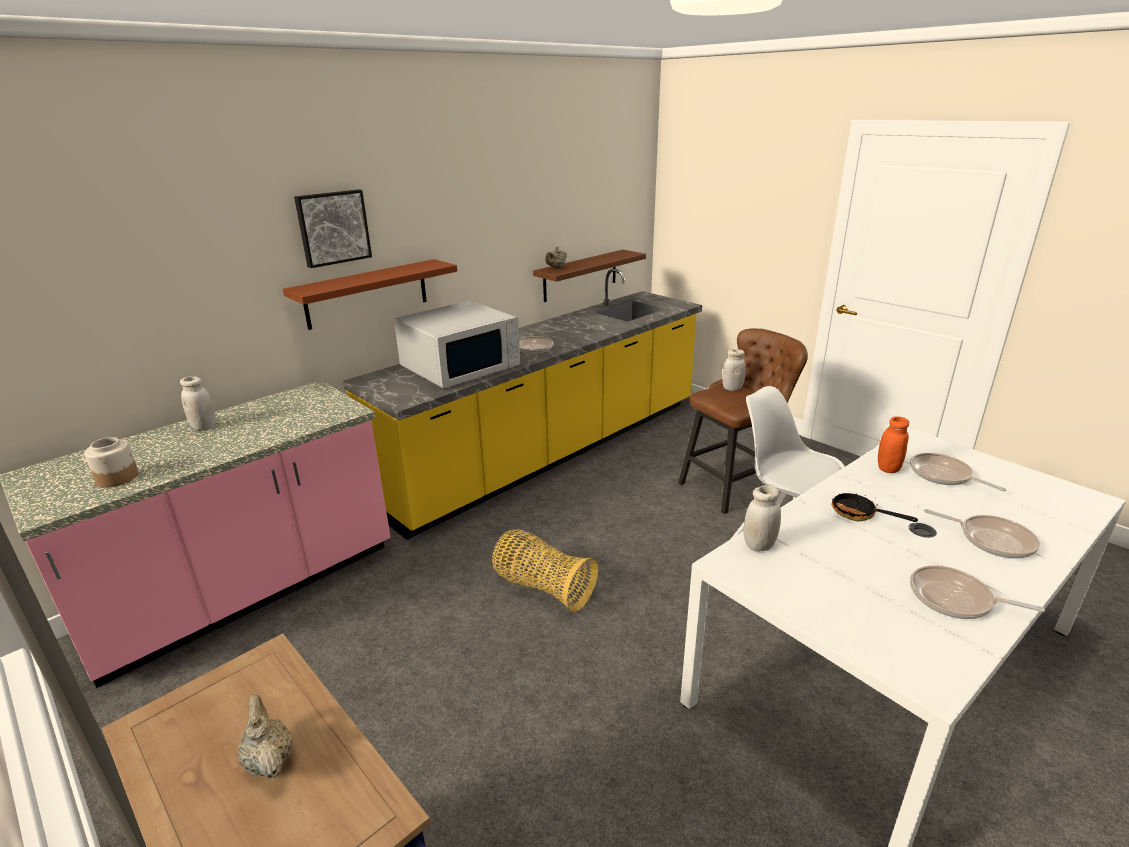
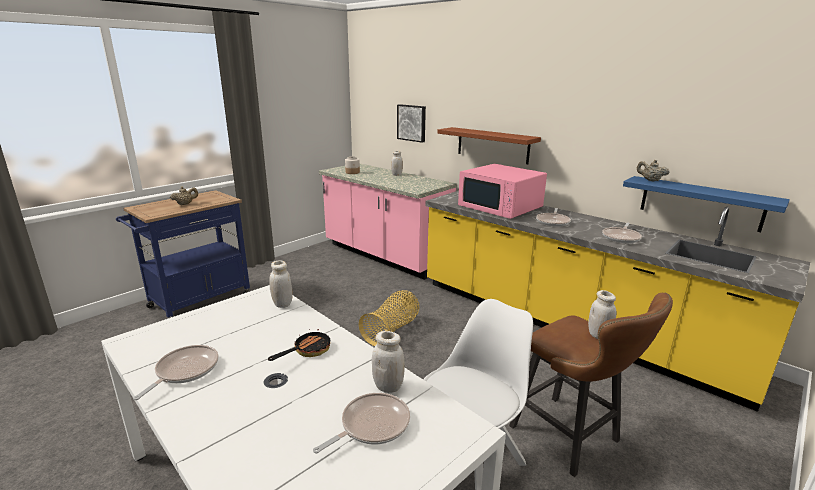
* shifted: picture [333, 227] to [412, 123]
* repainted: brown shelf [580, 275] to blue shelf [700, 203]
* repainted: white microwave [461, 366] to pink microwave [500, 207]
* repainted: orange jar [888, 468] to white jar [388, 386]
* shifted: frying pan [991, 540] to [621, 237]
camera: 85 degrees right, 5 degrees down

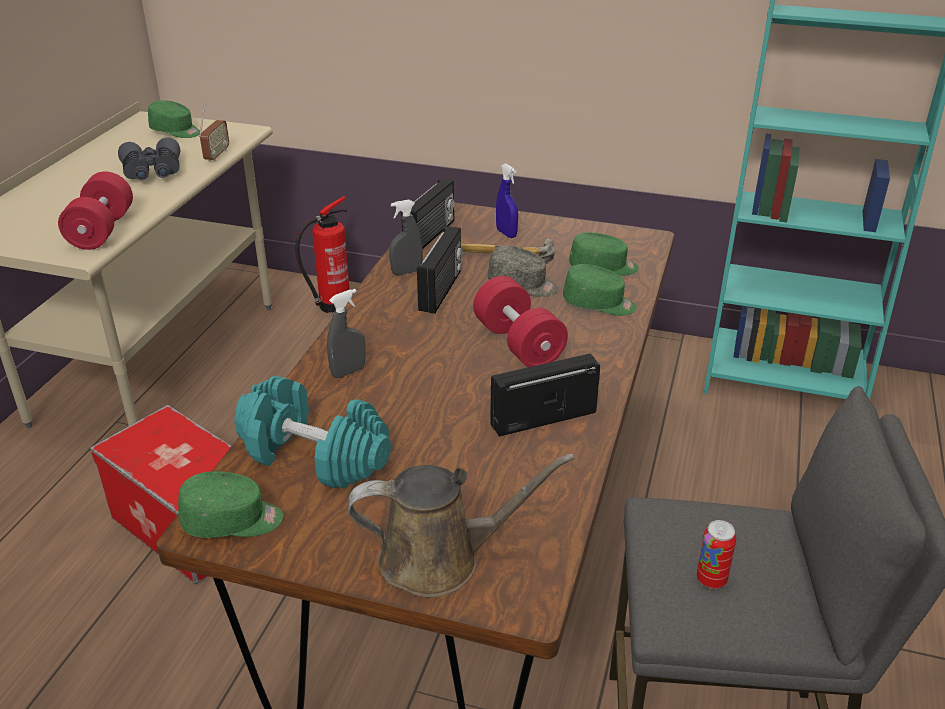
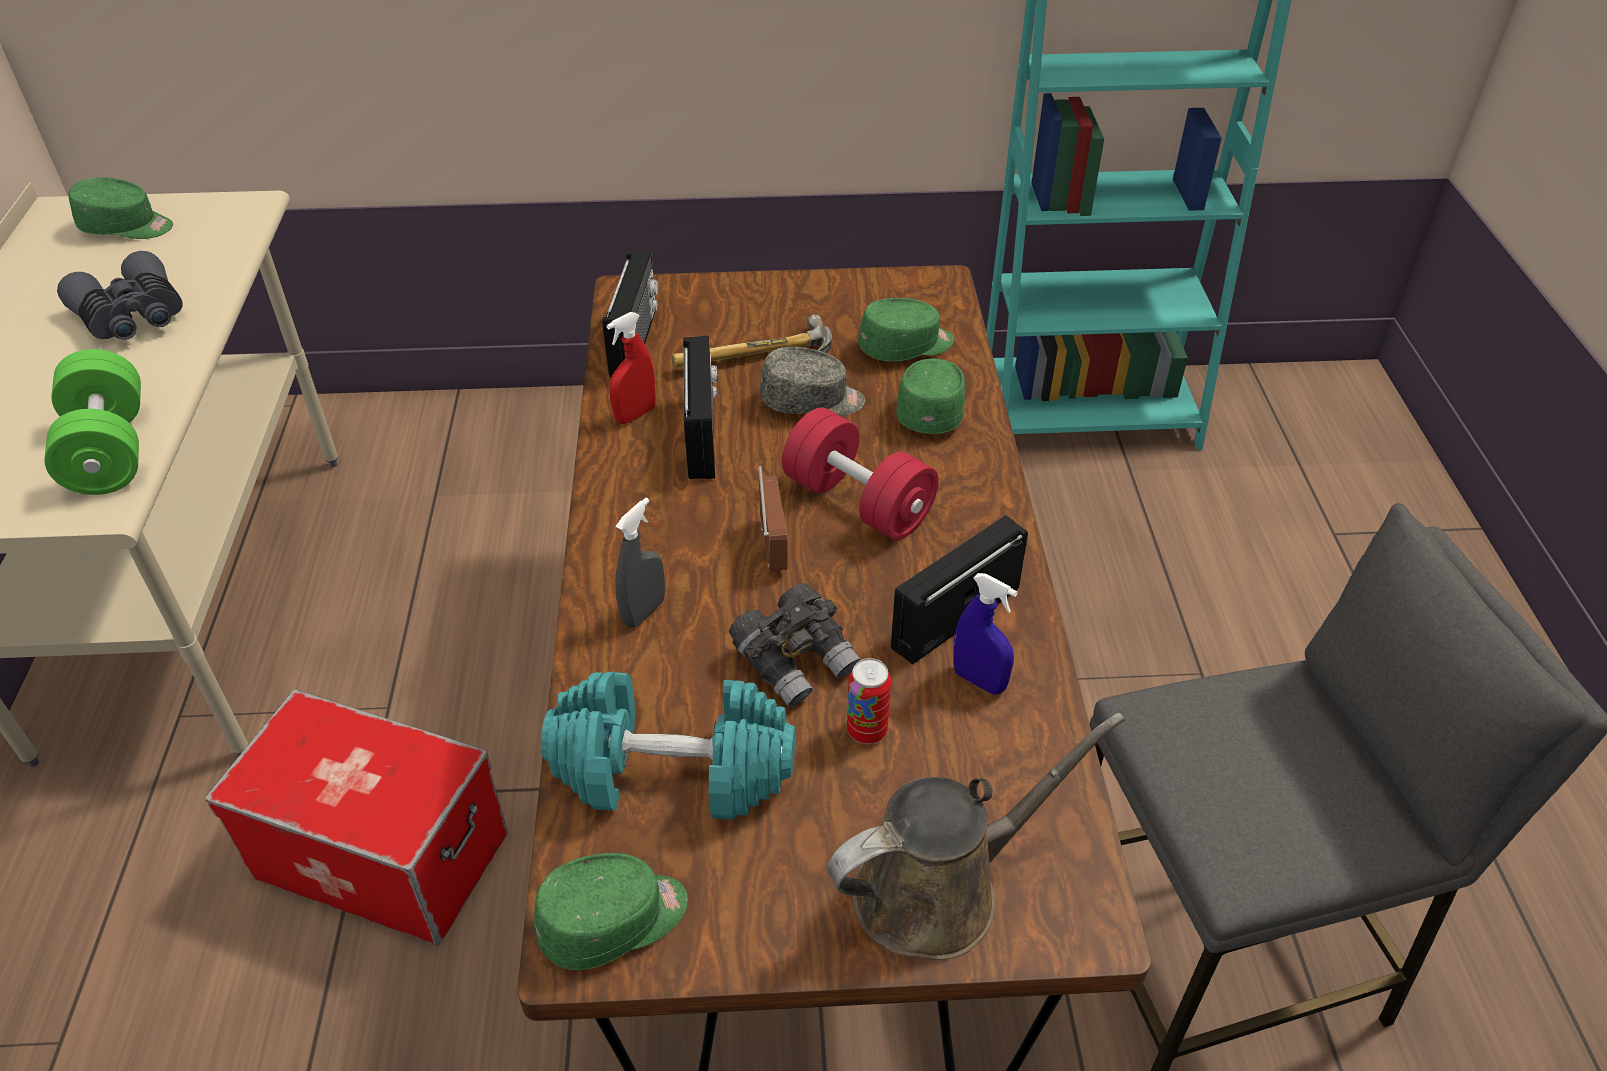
* shifted: radio [216, 155] to [772, 547]
* shifted: blue spray bottle [506, 233] to [979, 680]
* repainted: red dumbbell [101, 230] to green dumbbell [109, 450]
* gone: fire extinguisher [332, 306]
* repainted: grey spray bottle [406, 272] to red spray bottle [635, 415]
* rotated: green cap [599, 304] = [931, 408] 75 degrees counterclockwise
* shifted: can [711, 580] to [867, 731]
* new: grey binoculars [796, 661]
camera: 20 degrees left, 10 degrees up

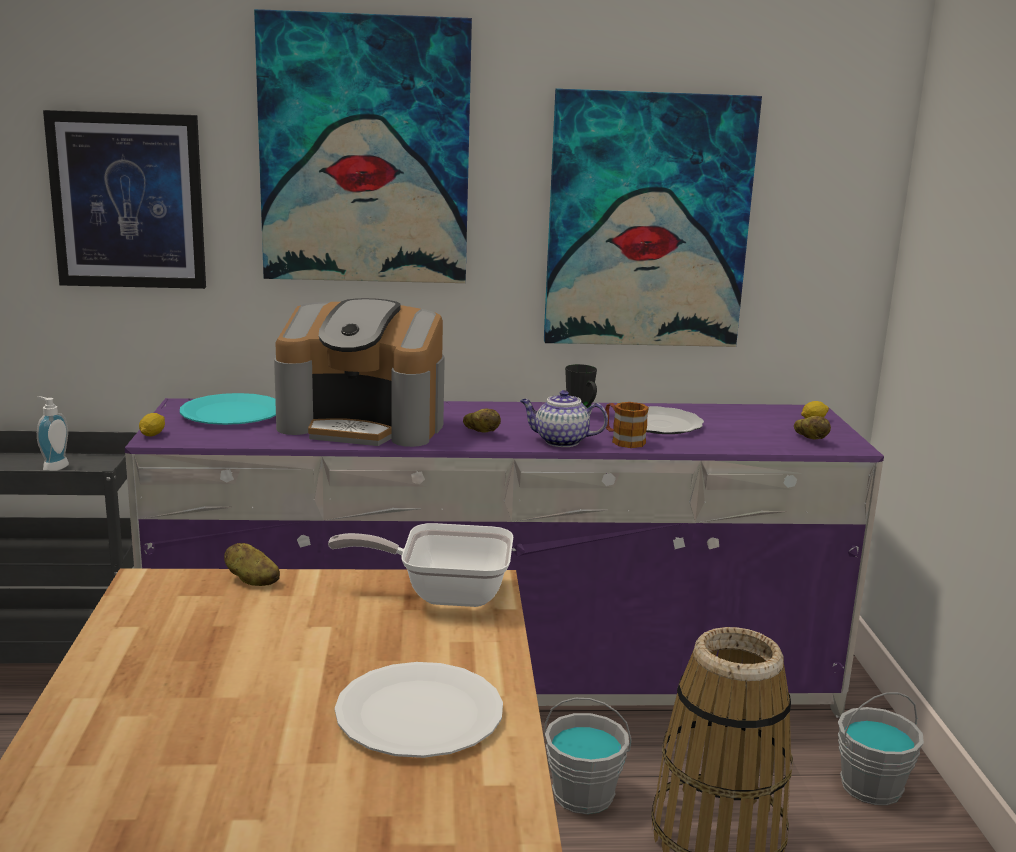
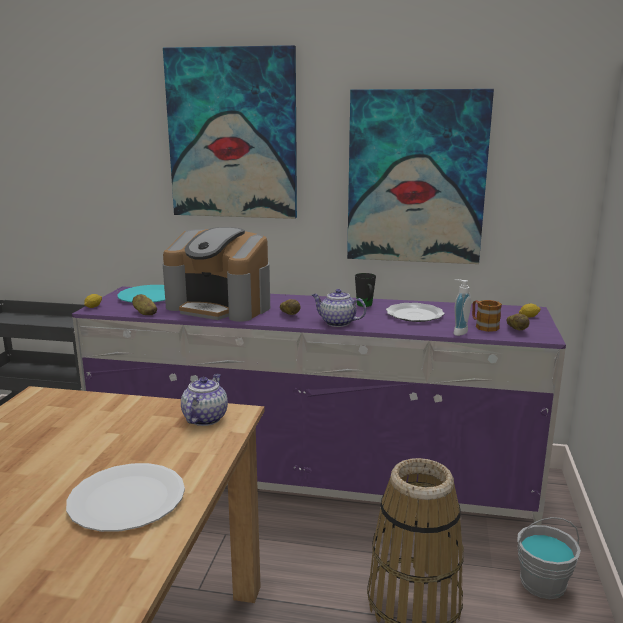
* gone: picture [128, 201]
* shifted: soap dispenser [53, 467] to [458, 332]
* shifted: mug [623, 440] to [483, 326]
* swapped: frying pan [443, 593] to teapot [205, 418]
* shifted: potato [251, 580] to [145, 313]
* gone: grey bucket [583, 794]
camera: 15 degrees right, 0 degrees up

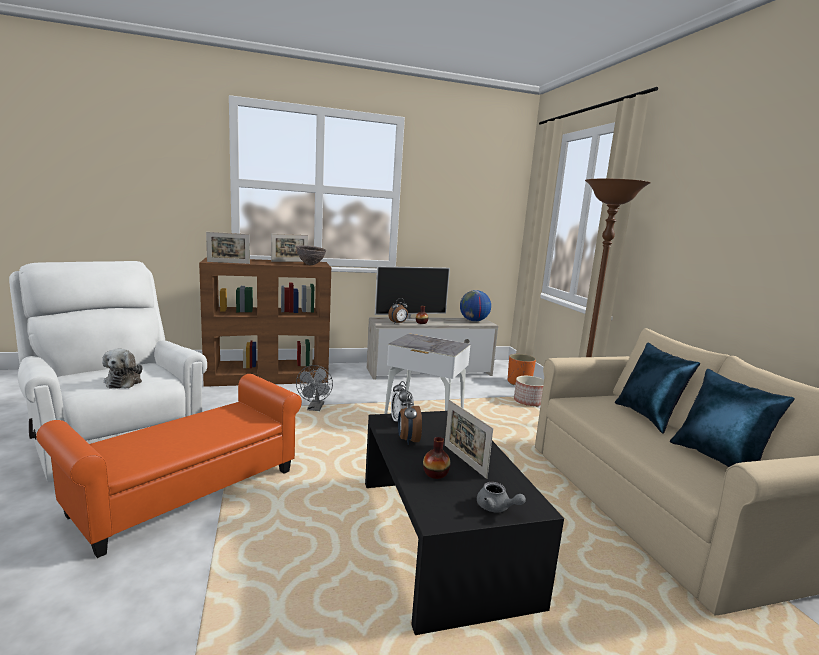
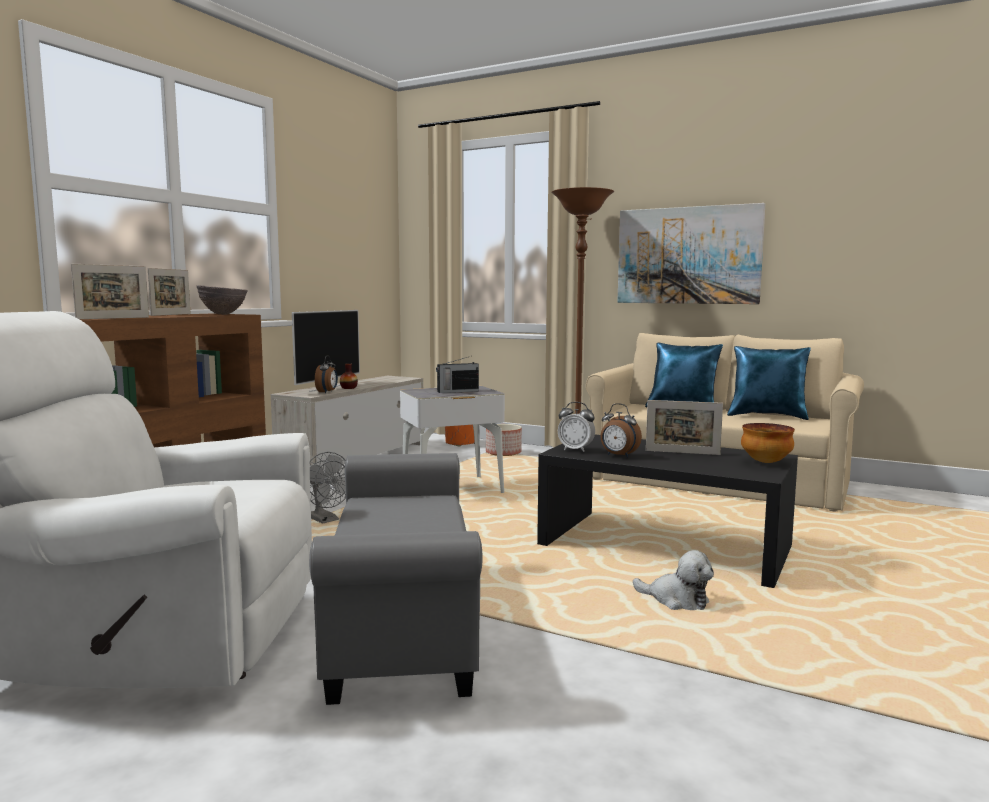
* gone: globe [473, 321]
* shifted: plush toy [124, 381] to [676, 601]
* repainted: orange ottoman [188, 491] to grey ottoman [401, 622]
* gone: vase [435, 473]
* swapped: grey teapot [496, 508] to bowl [766, 462]
* new: picture [688, 255]
* new: radio [457, 391]
camera: 45 degrees left, 5 degrees down

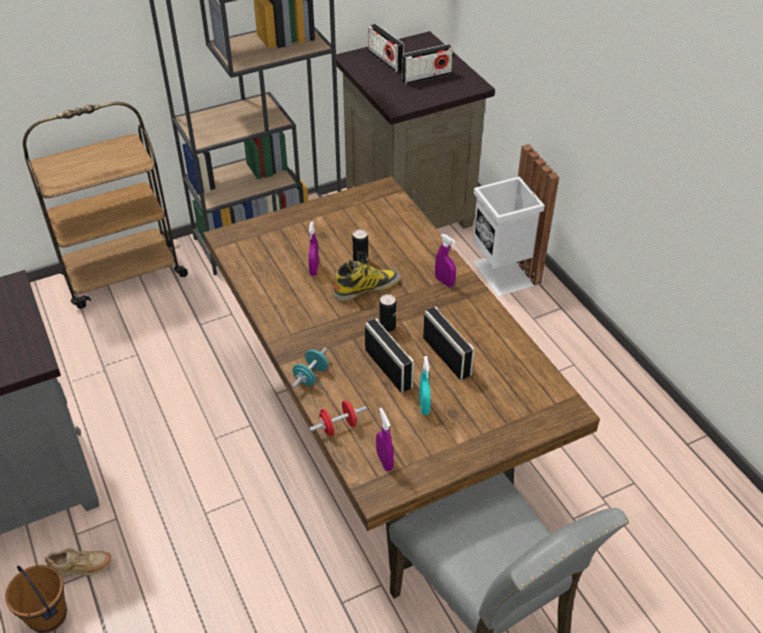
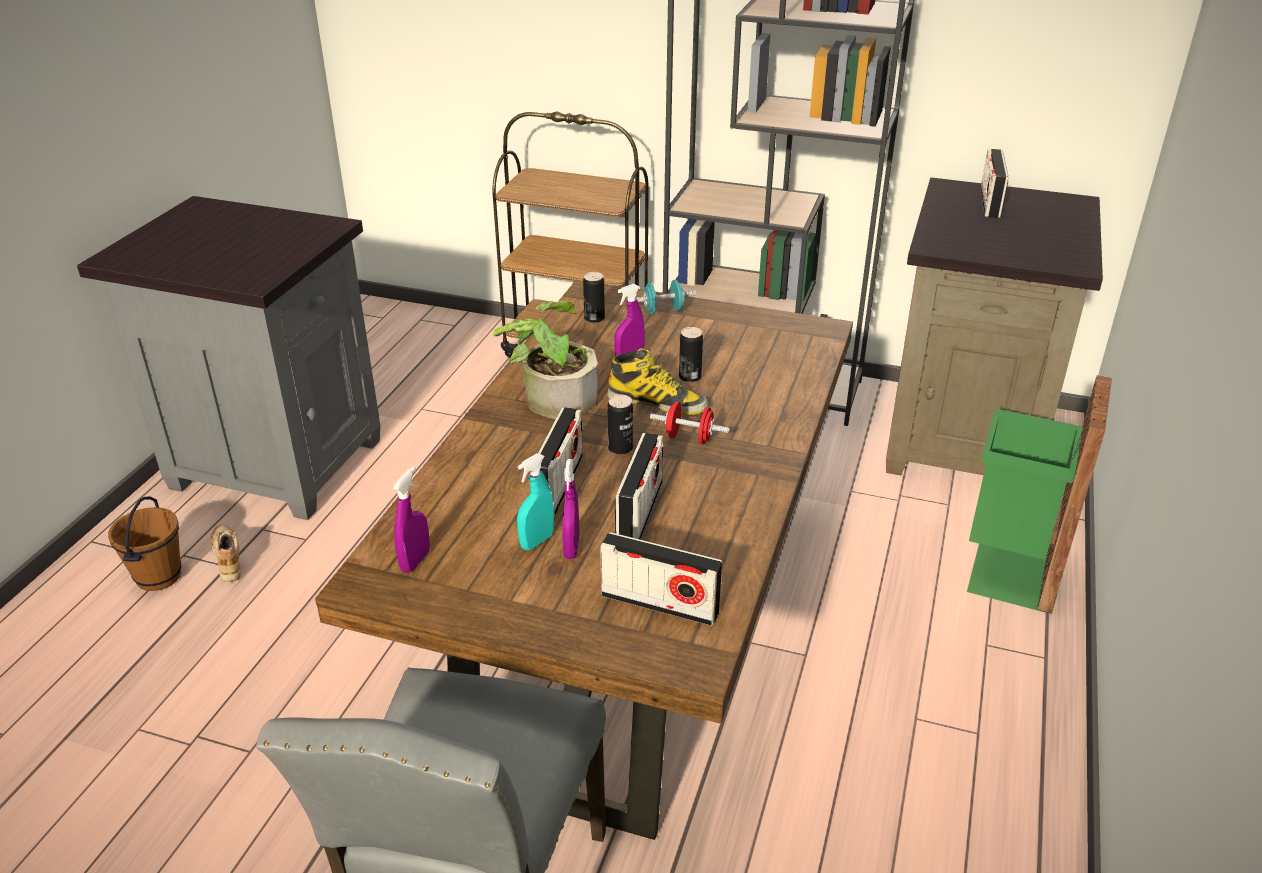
* shifted: radio [426, 77] to [660, 604]
* repainted: white trash can [504, 273] to green trash can [1008, 572]
* shifted: purple spray bottle [444, 282] to [571, 548]
* shifted: turquoise dumbbell [311, 376] to [663, 310]
* shifted: red dumbbell [338, 427] to [689, 438]
* rotated: beige shoe [82, 569] = [229, 559] 150 degrees counterclockwise
* new: can [594, 318]
* new: potted plant [552, 396]
camera: 45 degrees right, 10 degrees down

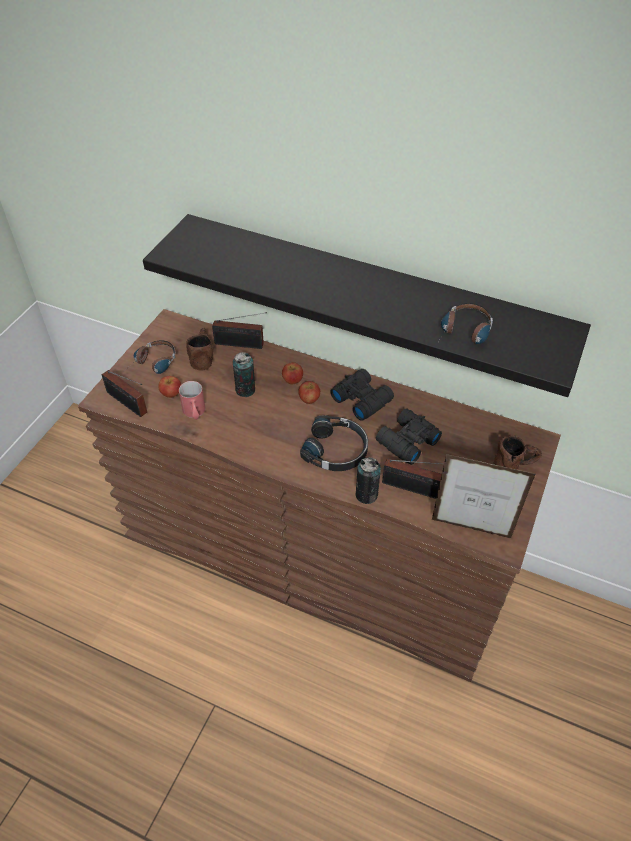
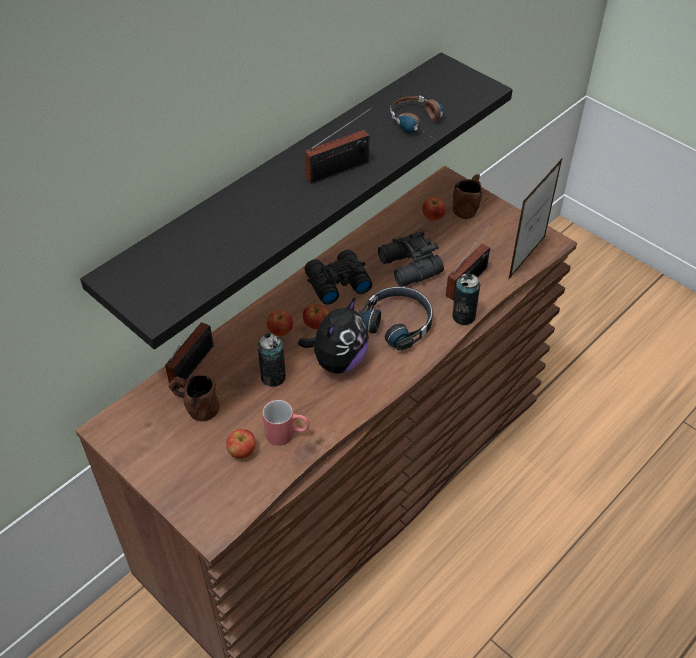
* gone: headphones [152, 365]
* shifted: radio [128, 404] to [341, 169]
* new: apple [433, 217]
* new: plush toy [338, 360]
camera: 70 degrees left, 0 degrees up

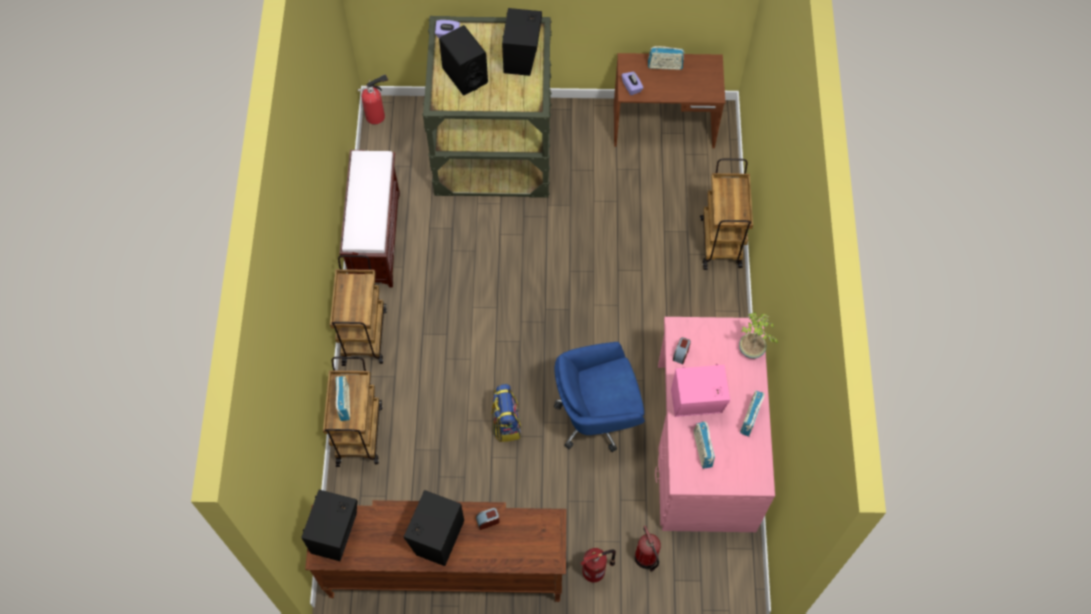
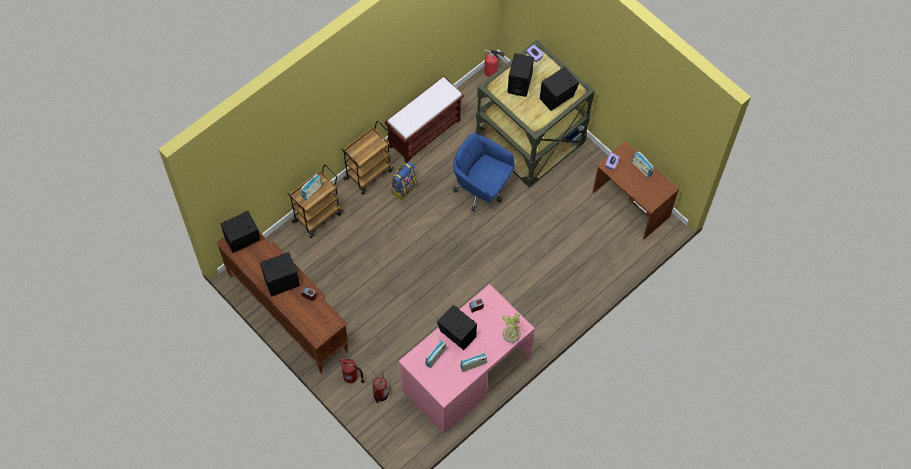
* gone: brown cart [720, 243]
* shifted: blue office chair [596, 418] to [481, 190]
* repainted: pink speaker [697, 403] to black speaker [457, 335]
* shifted: backpack [506, 423] to [403, 187]
camera: 45 degrees right, 0 degrees up

